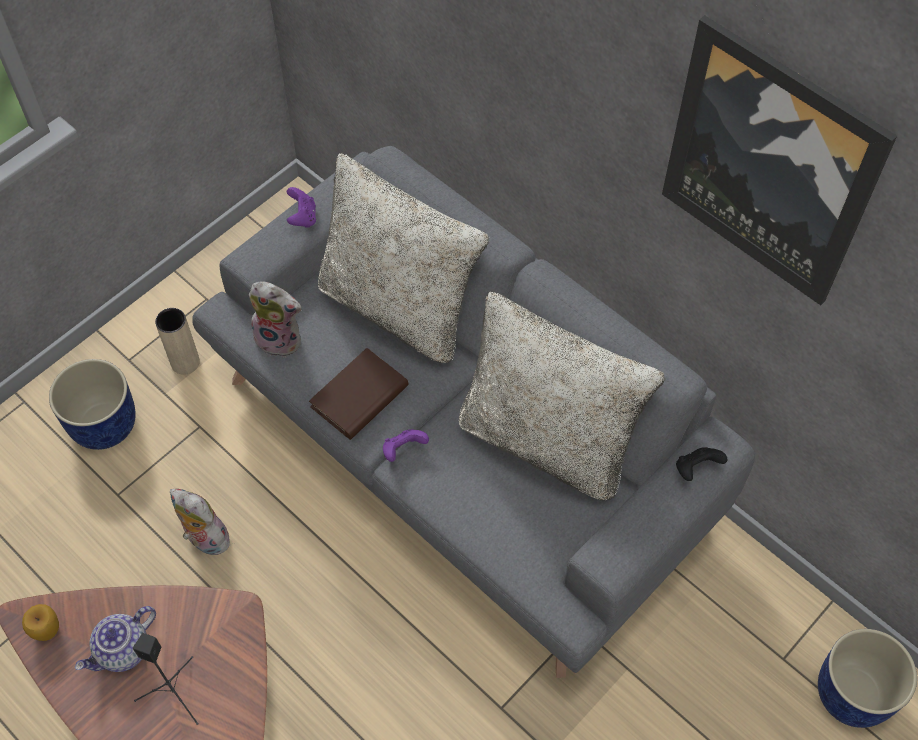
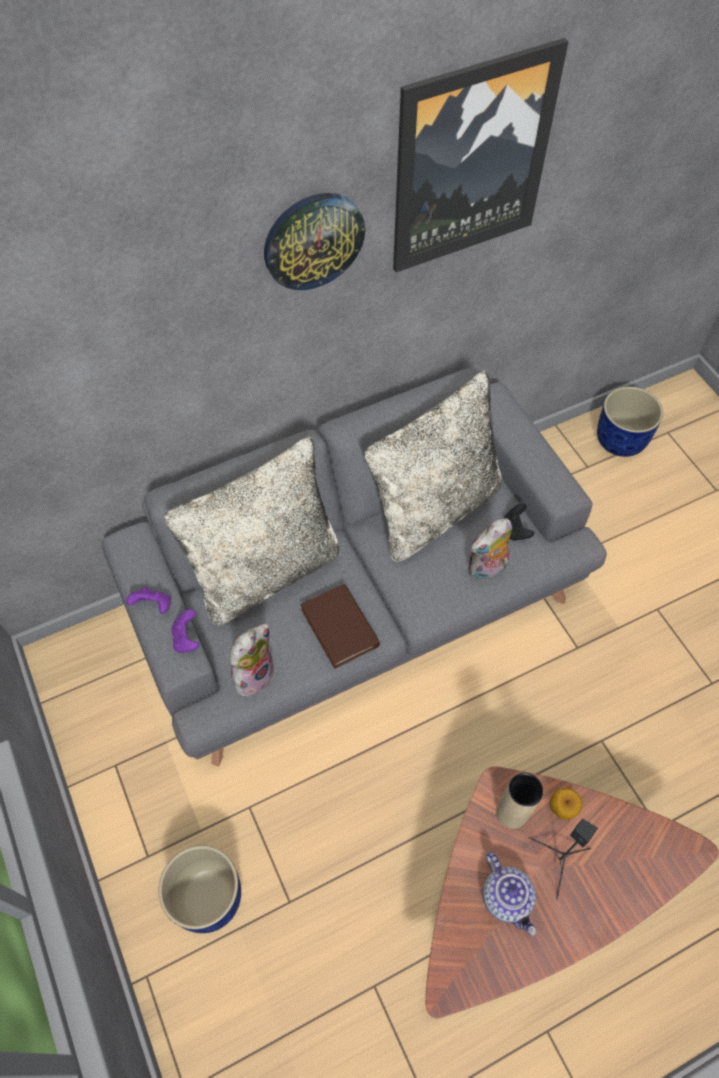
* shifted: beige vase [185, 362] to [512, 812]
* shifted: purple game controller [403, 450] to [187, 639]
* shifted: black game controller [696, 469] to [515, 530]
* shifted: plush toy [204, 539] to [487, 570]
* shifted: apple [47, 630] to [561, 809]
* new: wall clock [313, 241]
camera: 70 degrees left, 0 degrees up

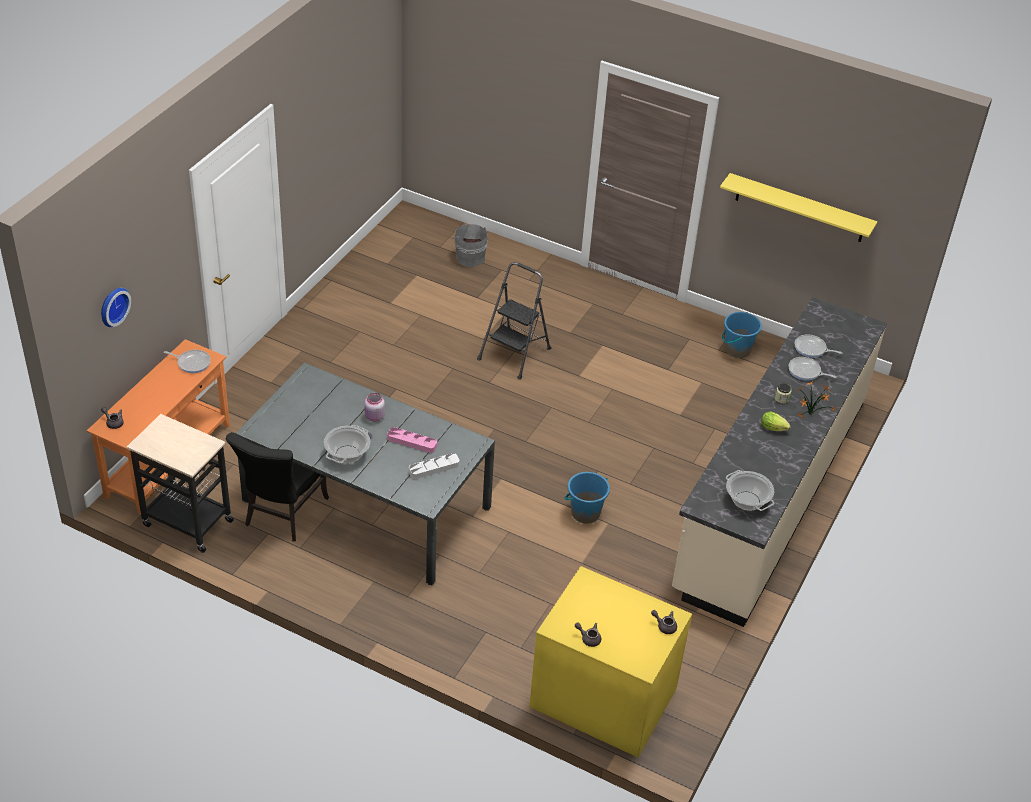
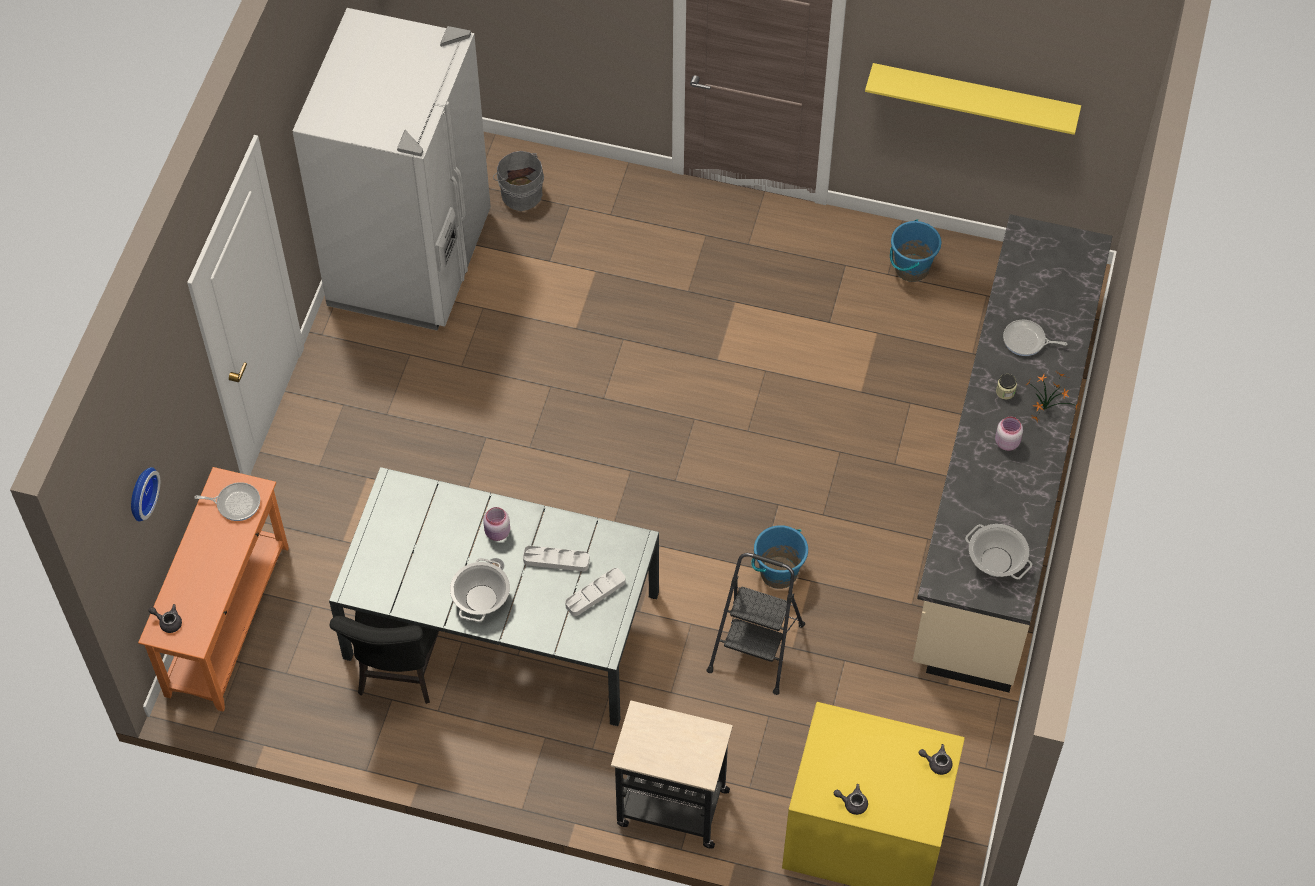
* shifted: black step ladder [515, 352] to [757, 644]
* gone: frying pan [811, 349]
* swapped: lettuce [775, 429] to pink jar [1006, 442]
* shifted: cart [186, 523] to [670, 808]
* repainted: pink tray [412, 442] to grey tray [556, 560]
* new: white fridge [411, 258]
camera: 10 degrees left, 15 degrees up

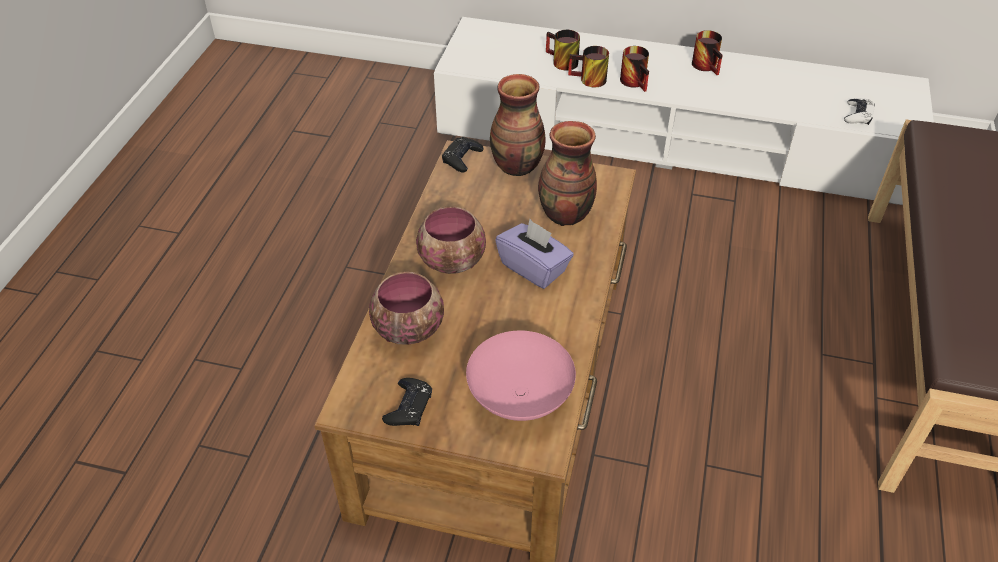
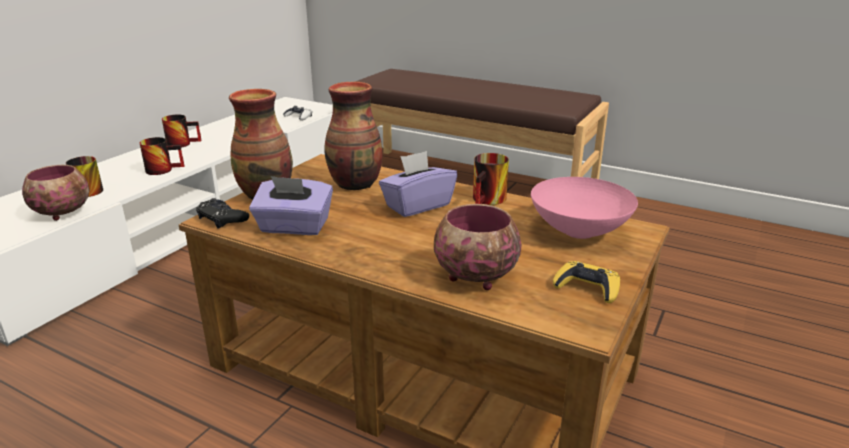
* shifted: mug [588, 80] to [490, 200]
* shifted: bowl [454, 262] to [64, 213]
* repainted: black game controller [408, 407] to yellow game controller [587, 287]
* new: purple tissue box [294, 227]
camera: 75 degrees left, 20 degrees down

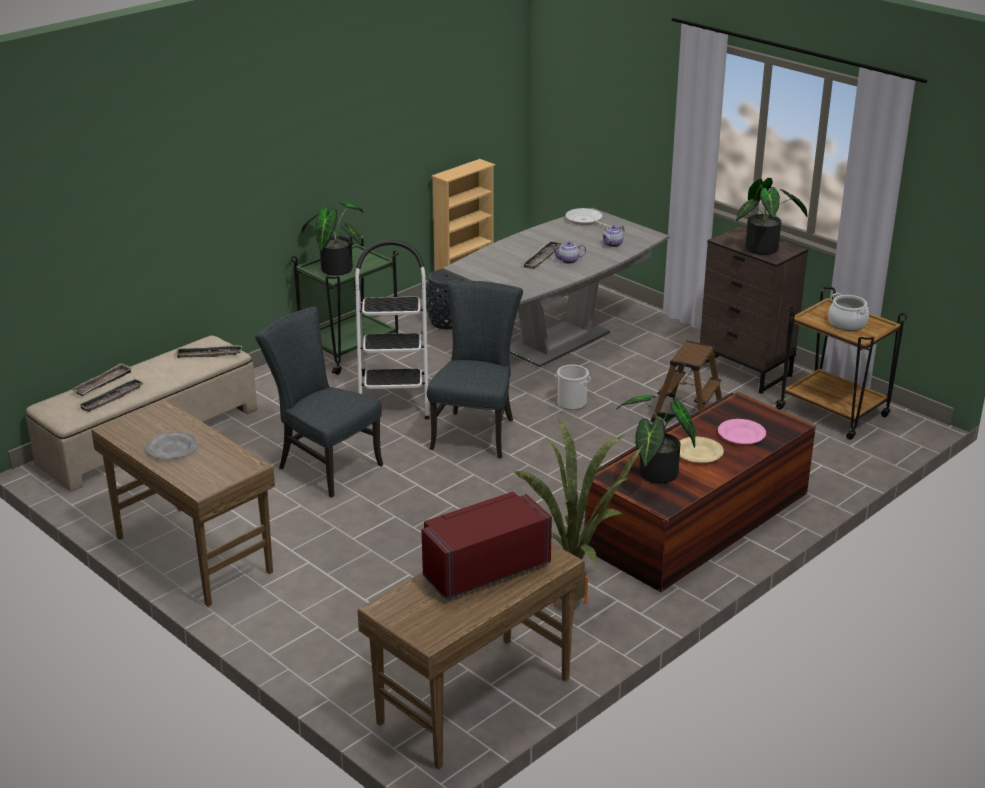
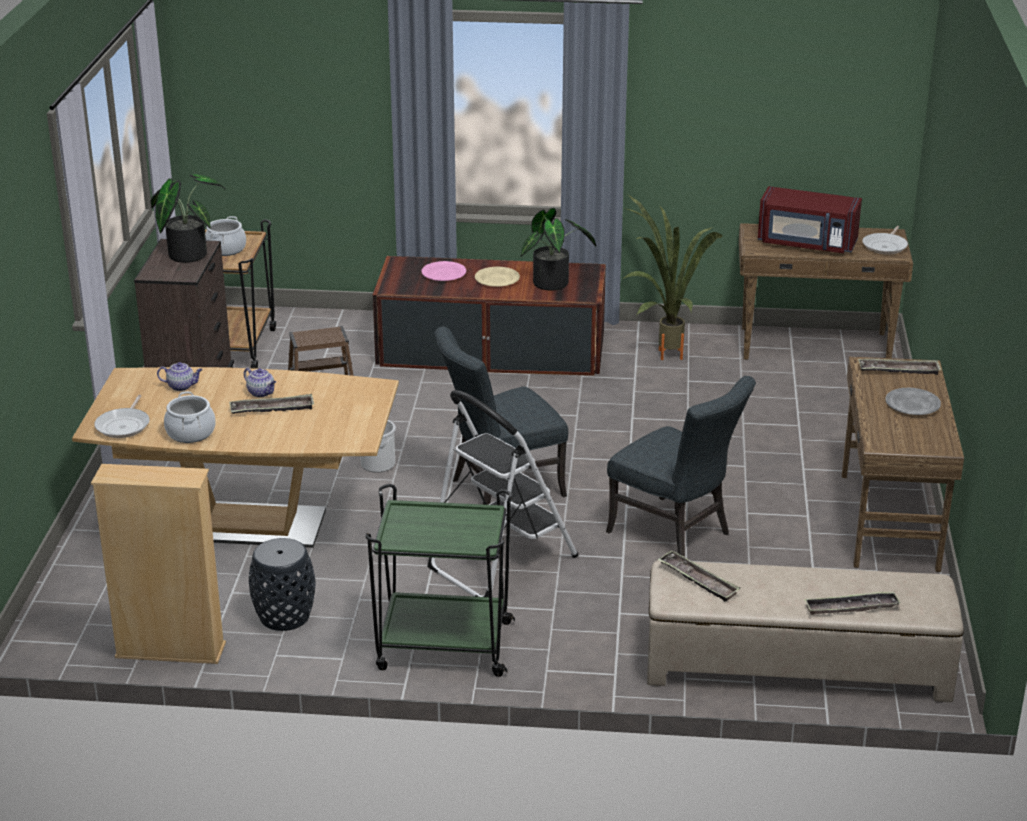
* gone: potted plant [335, 268]
* repainted: grey dining table [556, 341] to brown dining table [250, 525]
* rotated: grey chair [324, 465] = [675, 534] 45 degrees counterclockwise
* shifted: tray [112, 398] to [898, 370]
* new: frying pan [885, 246]
* new: cooking pot [191, 433]
camera: 130 degrees left, 0 degrees up

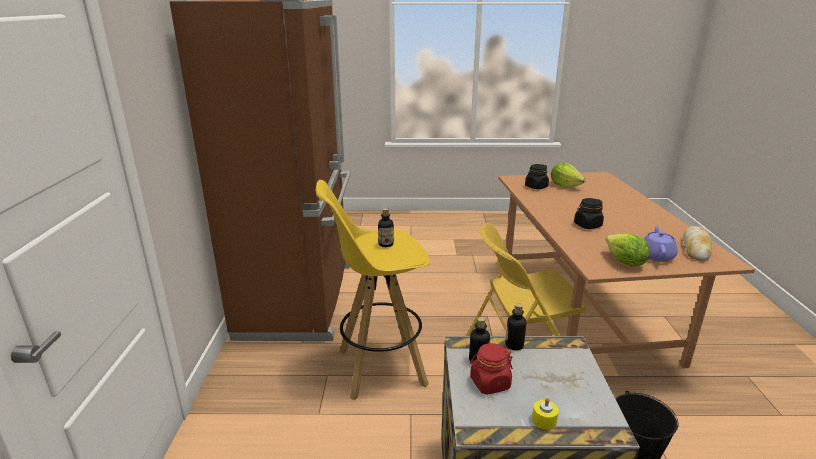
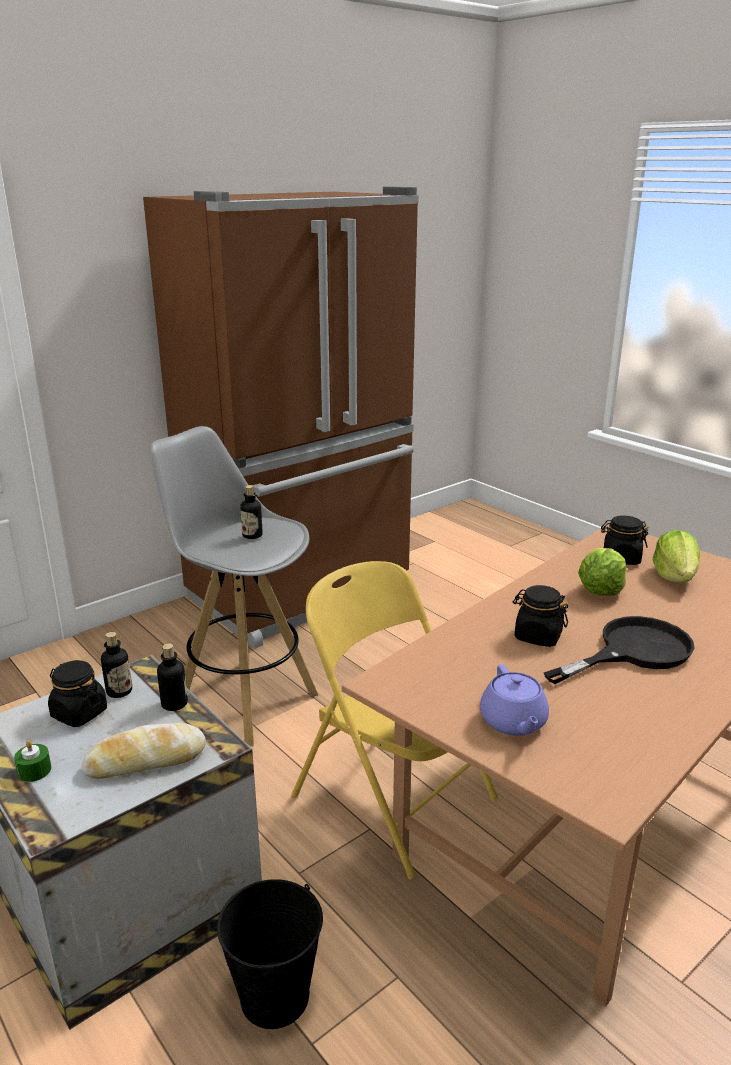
* repainted: yellow stool [379, 367] to grey stool [245, 699]
* rotated: purple teapot [656, 255] = [513, 722] 105 degrees clockwise
* shifted: bread [696, 248] to [146, 760]
* shifted: lettuce [624, 263] to [600, 590]
* repainted: red jar [490, 383] to black jar [79, 713]
* repainted: yellow candle [544, 420] to green candle [34, 770]
* new: black frying pan [633, 651]
camera: 50 degrees right, 0 degrees up

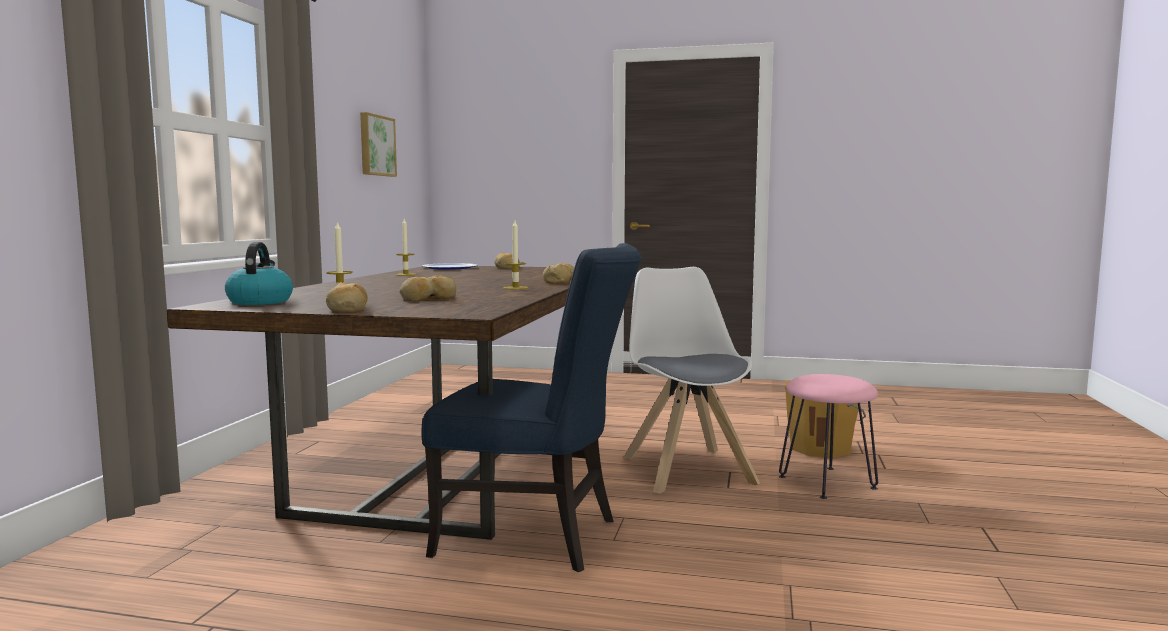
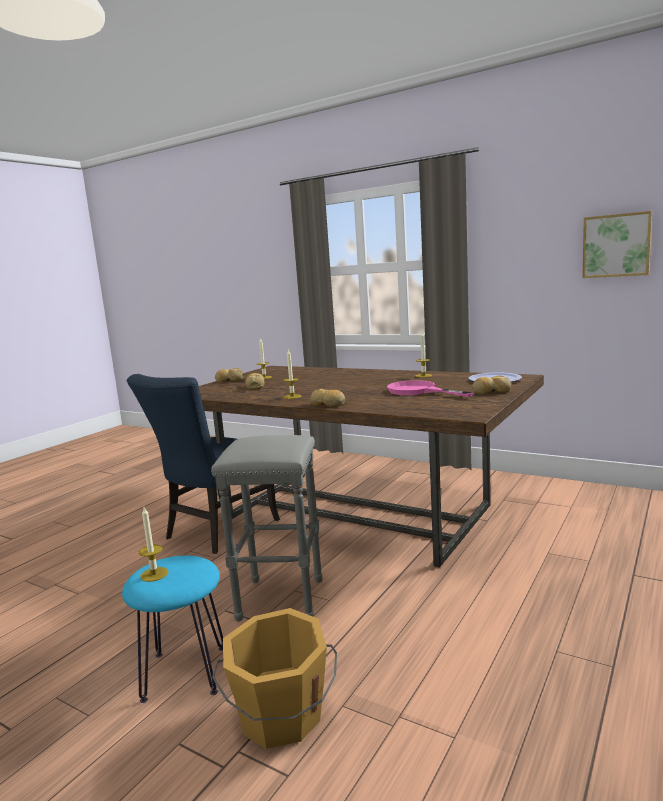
* gone: kettle [260, 302]
* swapped: chair [686, 469] to grey stool [282, 600]
* repainted: pink stool [827, 482] to turquoise stool [184, 673]
* new: pink frying pan [418, 391]
* new: candle [154, 574]
camera: 110 degrees right, 5 degrees up

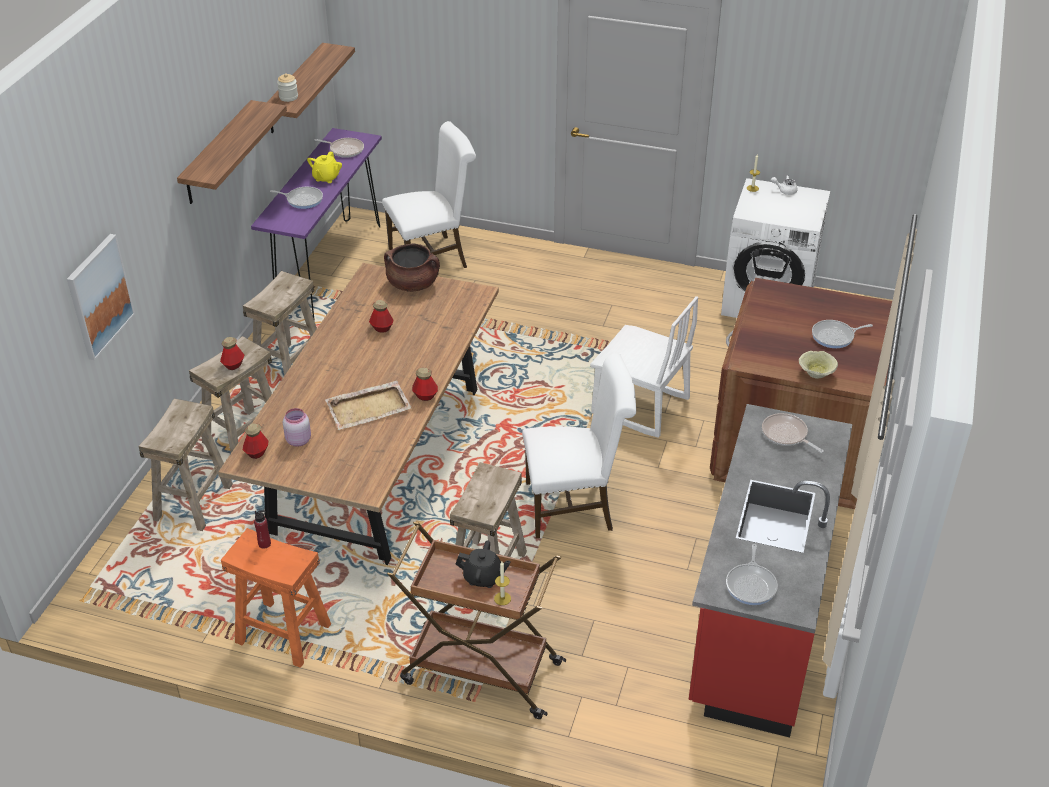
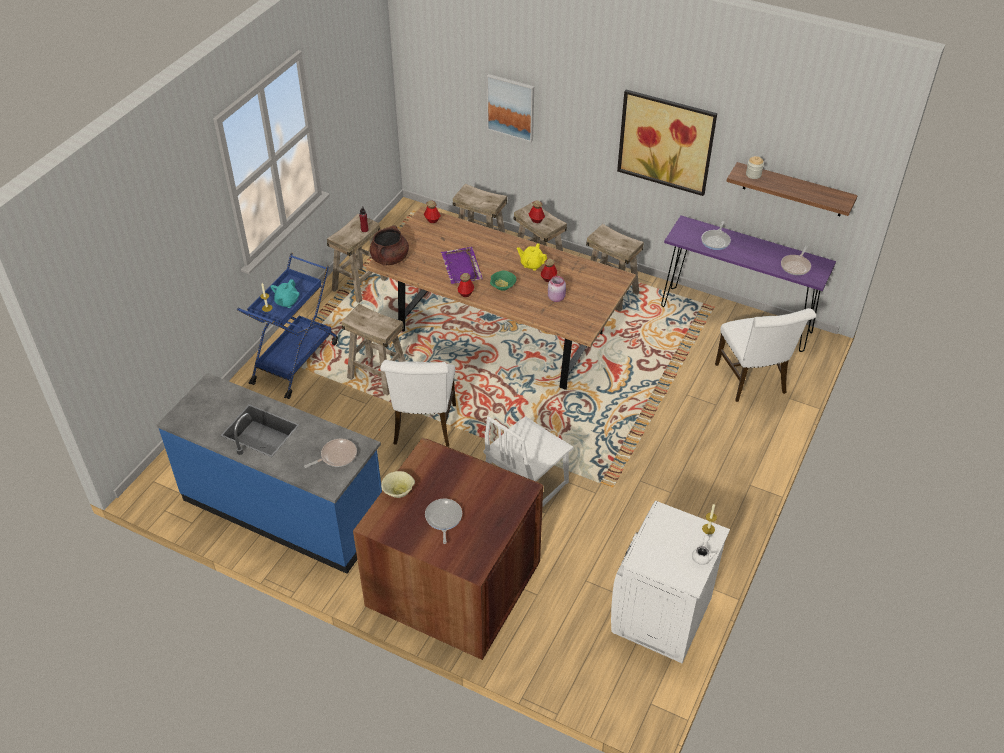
* swapped: shelf [218, 153] to picture [666, 142]
* shifted: yellow teapot [326, 178] to [532, 264]
* shifted: brown cooking pot [413, 284] to [390, 259]
* repainted: beige tray [369, 407] to purple tray [461, 267]
* repainted: red counter [758, 617] to blue counter [284, 509]
* shifted: pink jar [298, 440] to [556, 297]
* repainted: brown cart [481, 673] to blue cart [296, 363]
* repainted: orange stool [282, 633] to beige stool [359, 284]
* repainted: black teapot [483, 578] to turquoise teapot [287, 302]
* gone: frying pan [751, 585]
* new: green bowl [503, 287]
camera: 100 degrees right, 5 degrees up

